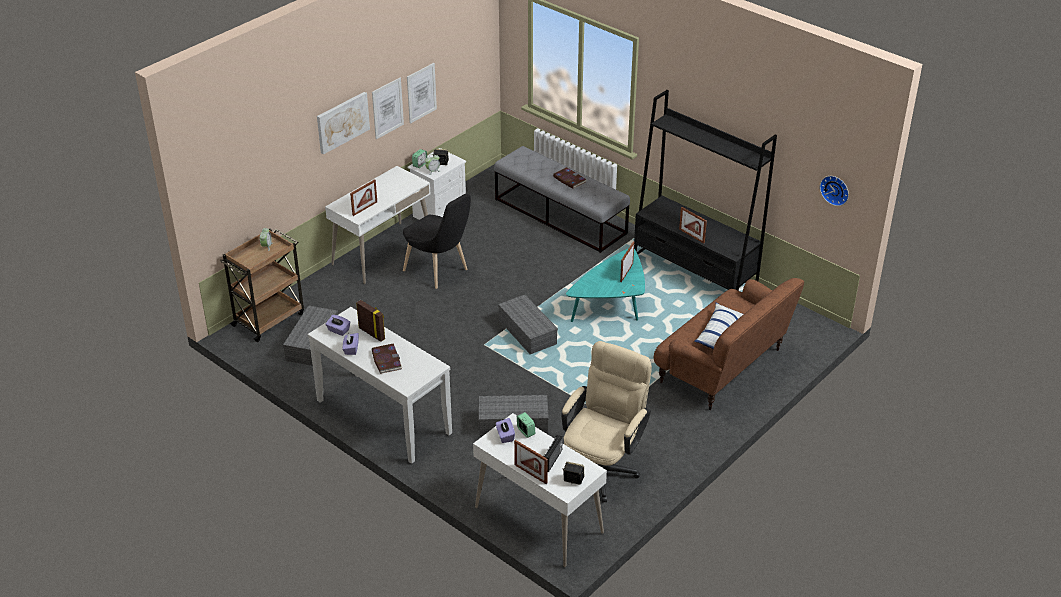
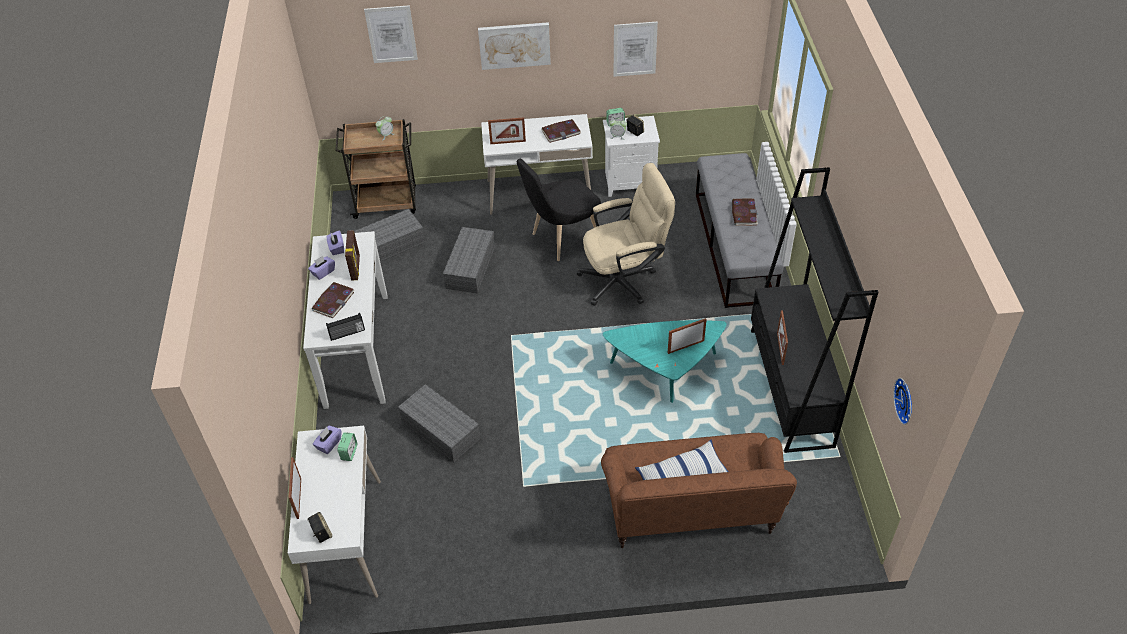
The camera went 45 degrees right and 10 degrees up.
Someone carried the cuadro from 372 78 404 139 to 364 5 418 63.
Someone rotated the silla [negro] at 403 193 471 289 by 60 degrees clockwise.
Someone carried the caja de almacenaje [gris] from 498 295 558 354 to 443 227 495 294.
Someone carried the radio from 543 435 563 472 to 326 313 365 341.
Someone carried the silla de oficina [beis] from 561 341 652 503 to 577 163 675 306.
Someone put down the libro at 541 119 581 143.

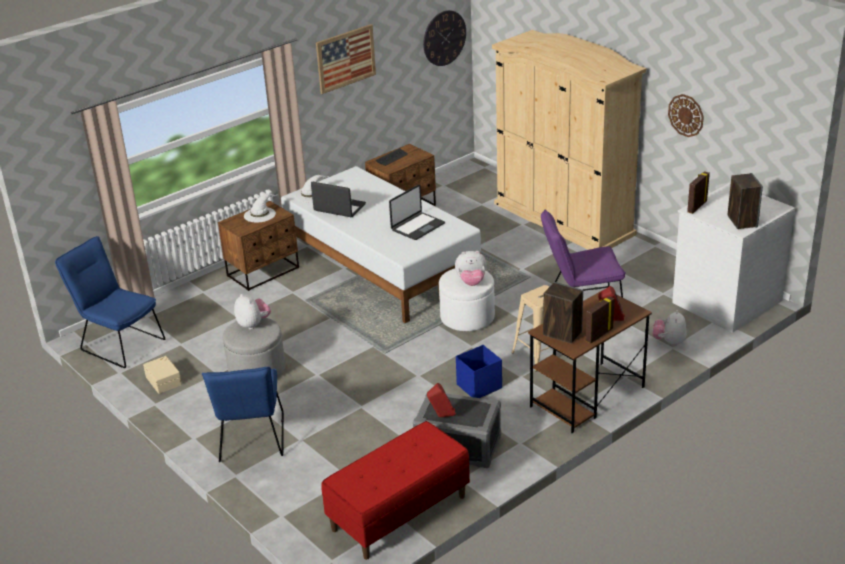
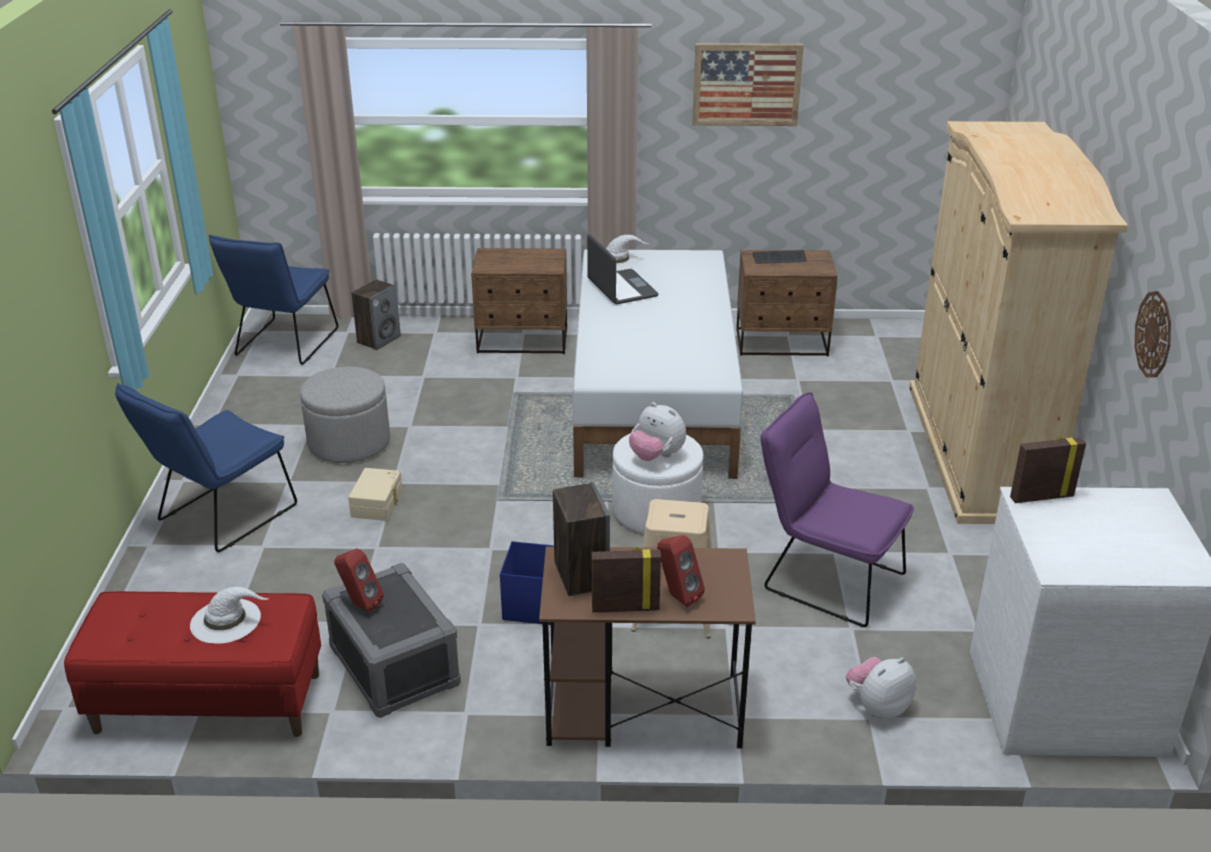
The camera went 40 degrees right and 0 degrees up.
Someone rotated the silla [azul] at 55 236 165 368 by 150 degrees counterclockwise.
Someone carried the caja de almacenaje [beis] from 143 356 182 394 to 348 468 403 521.
Someone took away the peluche at 234 294 271 330.
Someone carried the sombrero [blanco] from 244 194 277 223 to 190 587 269 644.
Someone took away the portátil at 389 185 445 240.
Someone took away the reloj de pared at 423 10 466 66.
Someone carried the altavoz from 727 173 763 229 to 351 279 401 350.

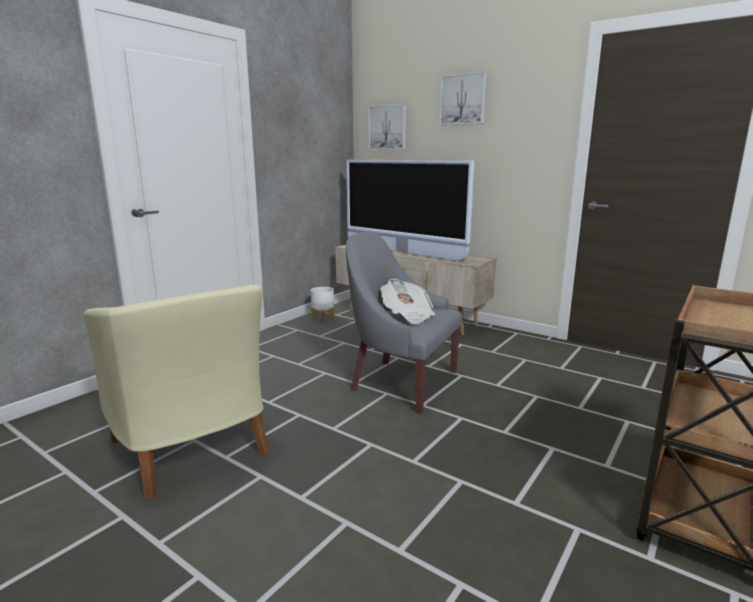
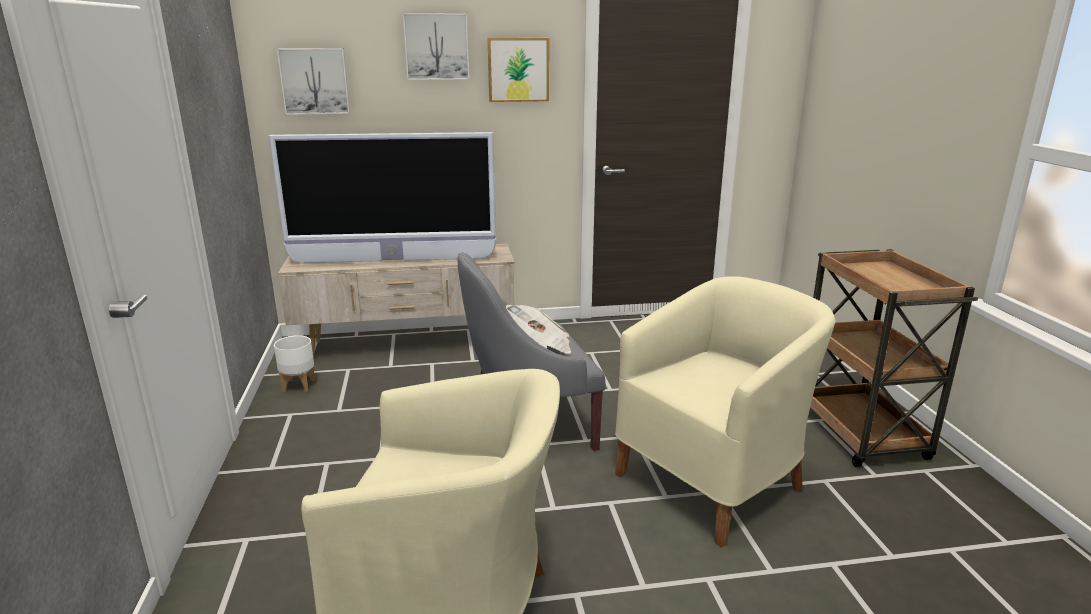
The camera went 45 degrees left and 5 degrees up.
Someone put up the cuadro at 487 38 549 102.
Someone put down the sillón [beis] at 615 276 835 547.

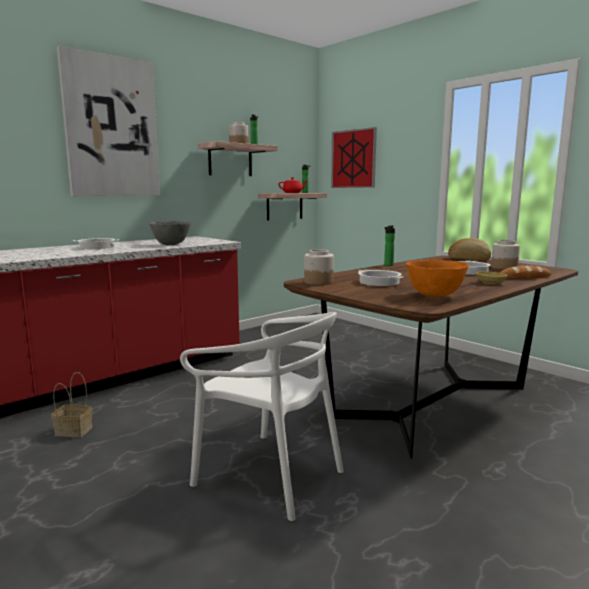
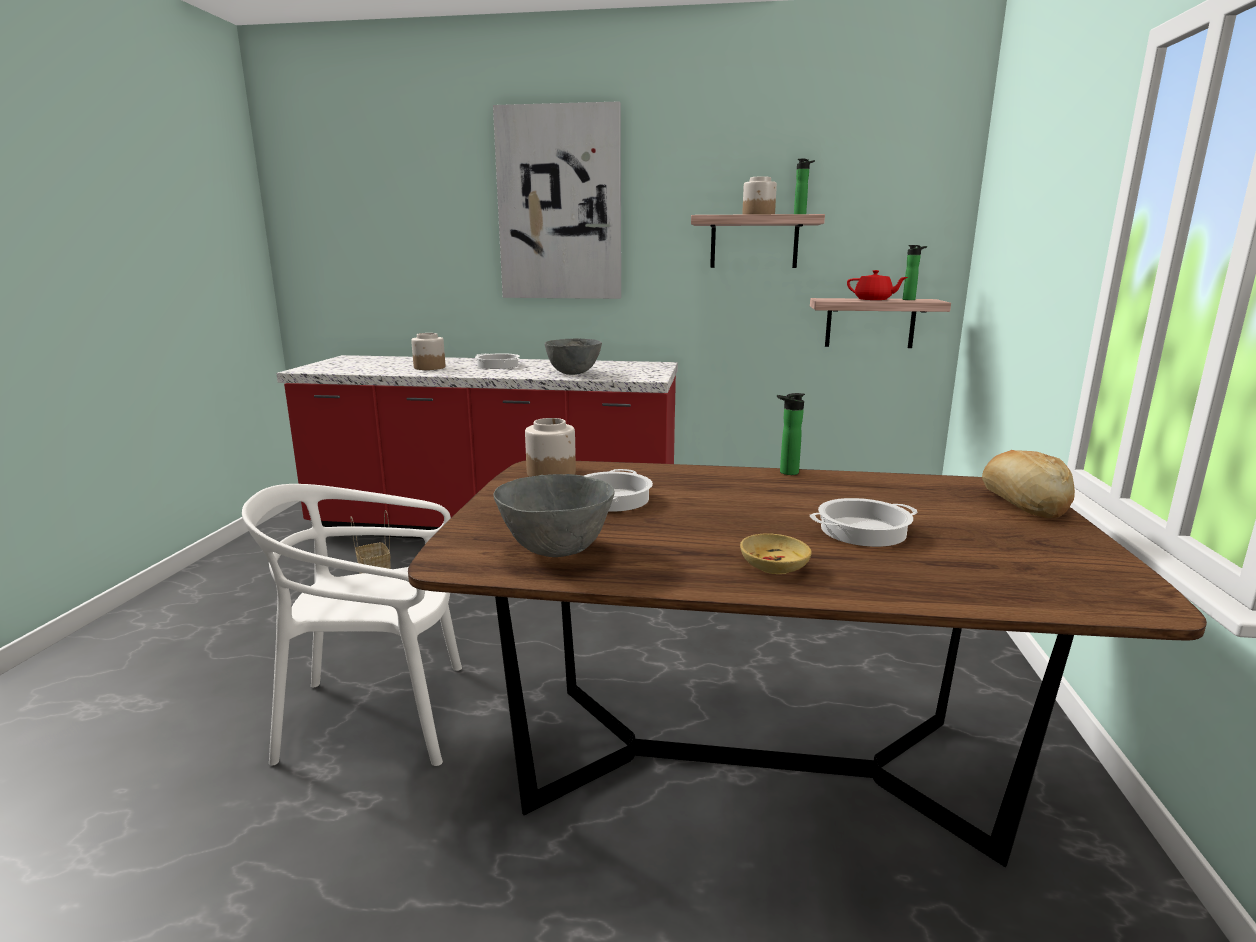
The camera went 50 degrees right and 5 degrees up.
Someone rotated the silla [blanco] at 180 312 344 521 by 90 degrees clockwise.
Someone took away the cuadro at 331 127 377 188.
Someone repainted the cuenco [naranja] at 406 260 469 297, which became the cuenco [gris] at 493 474 615 557.
Someone carried the tarro from 491 240 520 270 to 411 333 445 370.
Someone took away the pan at 500 265 551 279.

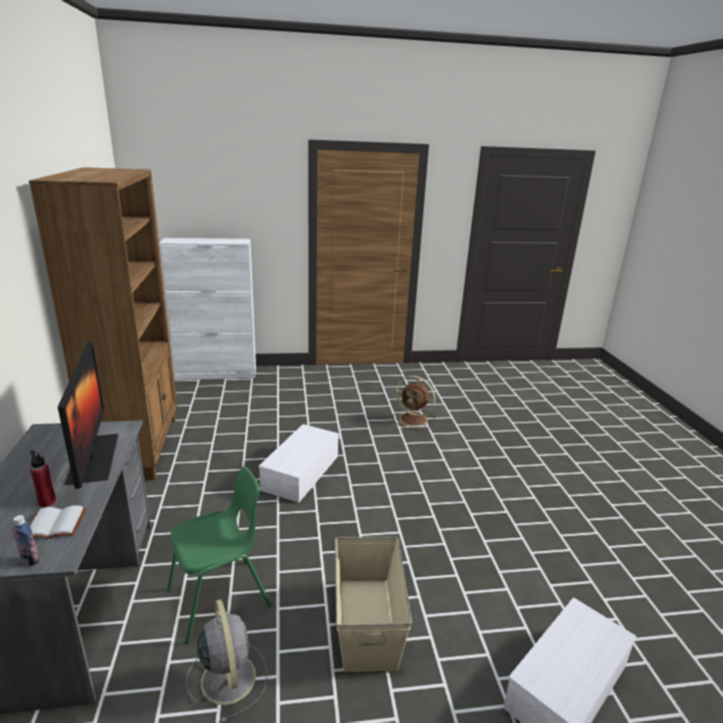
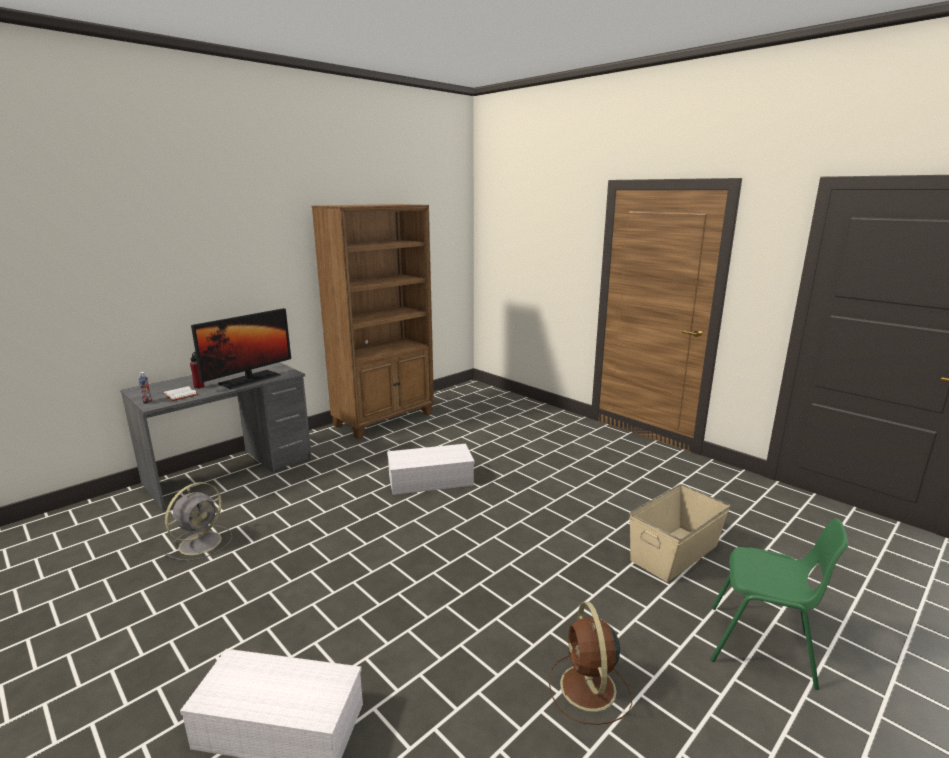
The camera went 55 degrees right and 5 degrees down.
Someone took away the armario [blanco] at 159 238 256 380.
Someone carried the silla [verde] from 167 466 271 644 to 711 518 849 690.
Someone carried the caja de almacenaje [beis] from 335 537 412 672 to 629 484 730 582.
Someone carried the ventilador [marrón] from 393 376 436 430 to 549 602 632 725.

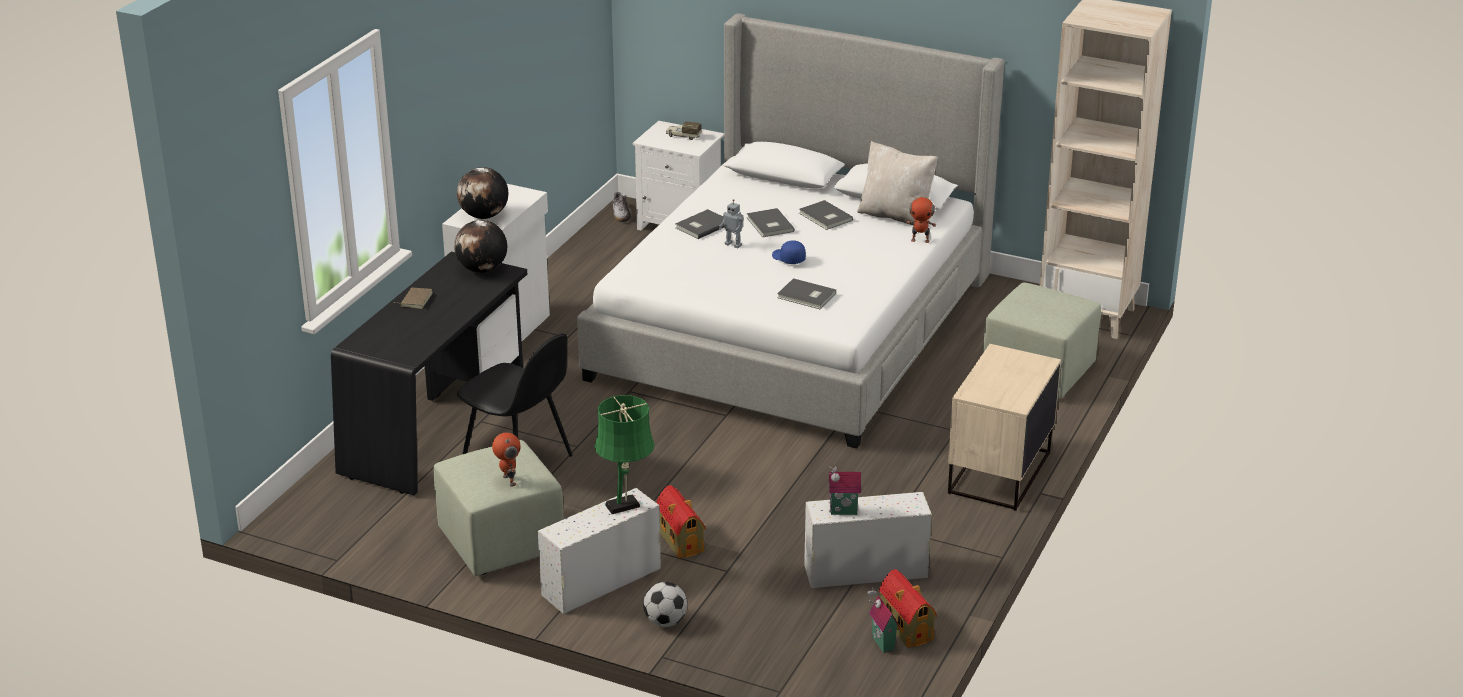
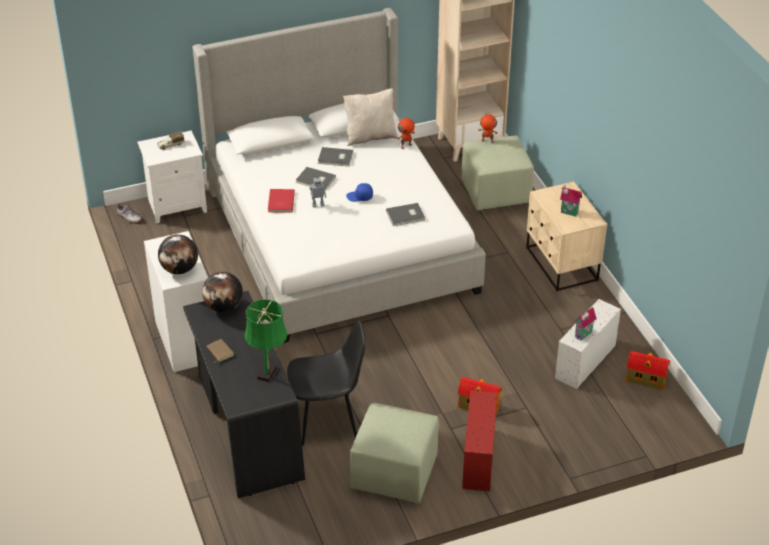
The camera went 45 degrees left and 10 degrees up.
Someone carried the robot de juguete from 492 433 521 487 to 478 114 498 143.
Someone repainted the caja de almacenaje [blanco] at 538 488 661 614, which became the caja de almacenaje [rojo] at 462 390 497 491.
Someone carried the lámpara de mesa [verde] from 594 395 655 514 to 244 299 288 382.
Someone took away the balón de fútbol at 643 582 687 627.
Someone repainted the libro [gris] at 675 209 724 239, which became the libro [rojo] at 268 189 295 212.
Someone carried the casita from 867 588 900 653 to 560 185 582 217.

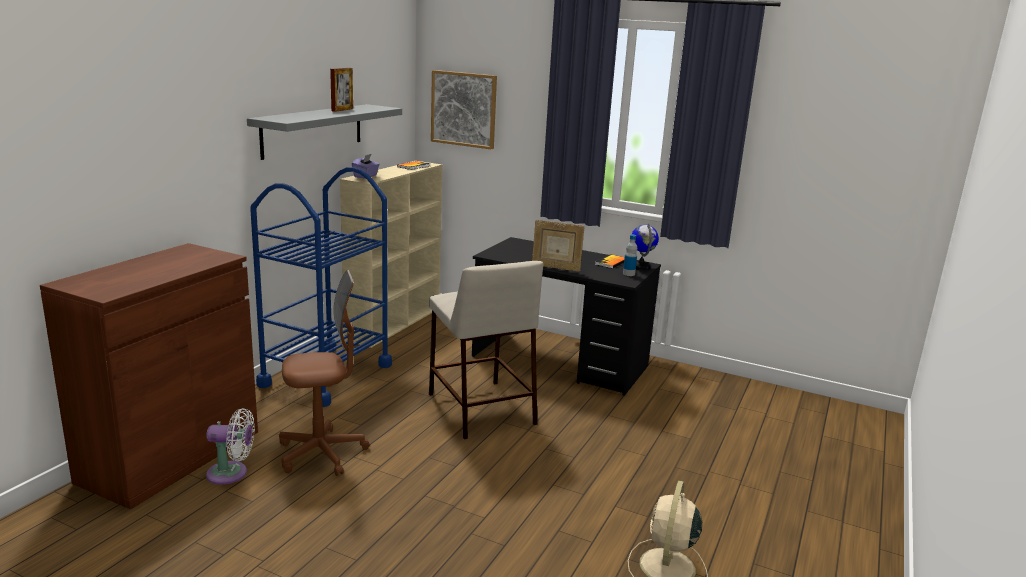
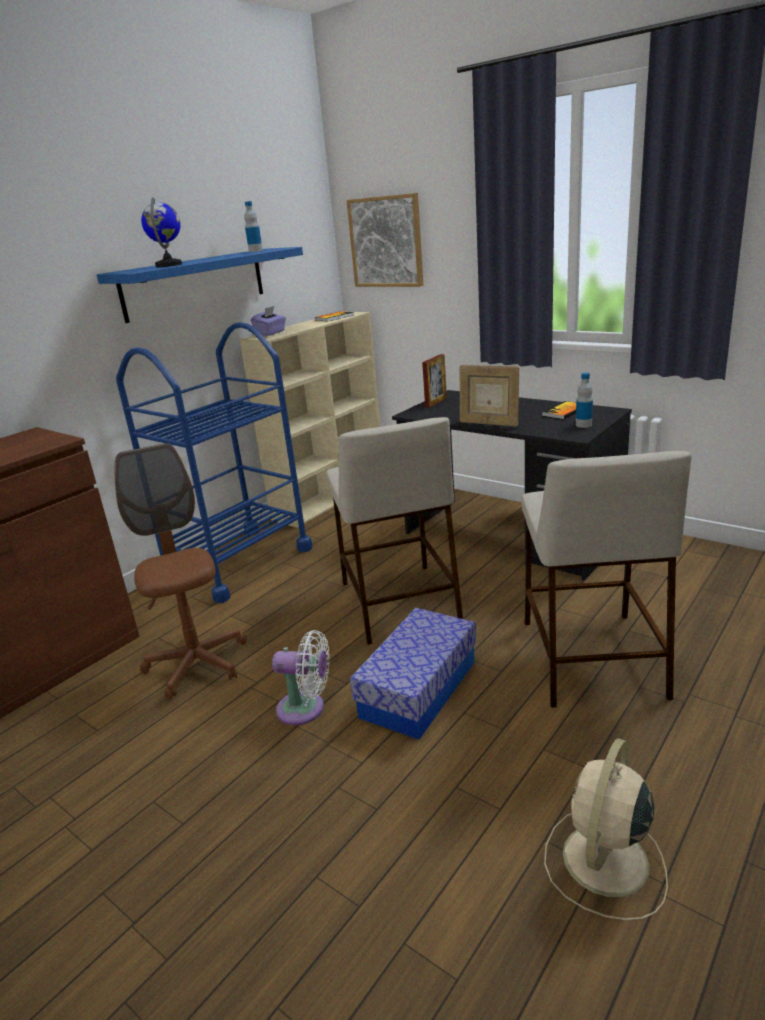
The camera went 15 degrees right and 5 degrees up.
Someone carried the ventilador [blanco] from 206 408 255 485 to 272 630 330 725.
Someone repainted the estante [gris] at 247 104 402 160, which became the estante [azul] at 97 247 303 323.
Someone rotated the silla de oficina [marrón] at 279 270 369 476 by 105 degrees counterclockwise.
Someone carried the portarretratos from 330 68 353 112 to 422 354 447 408.
Someone carried the globo terráqueo from 631 223 659 270 to 141 197 182 267.
Someone put down the botella at 244 201 263 252.
Someone put down the caja de almacenaje at 350 608 476 740.
Someone put down the taburete [beis] at 522 451 692 708.

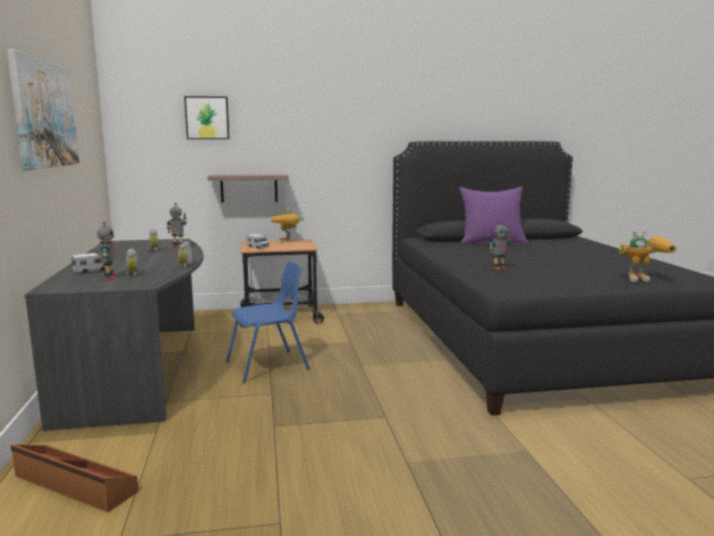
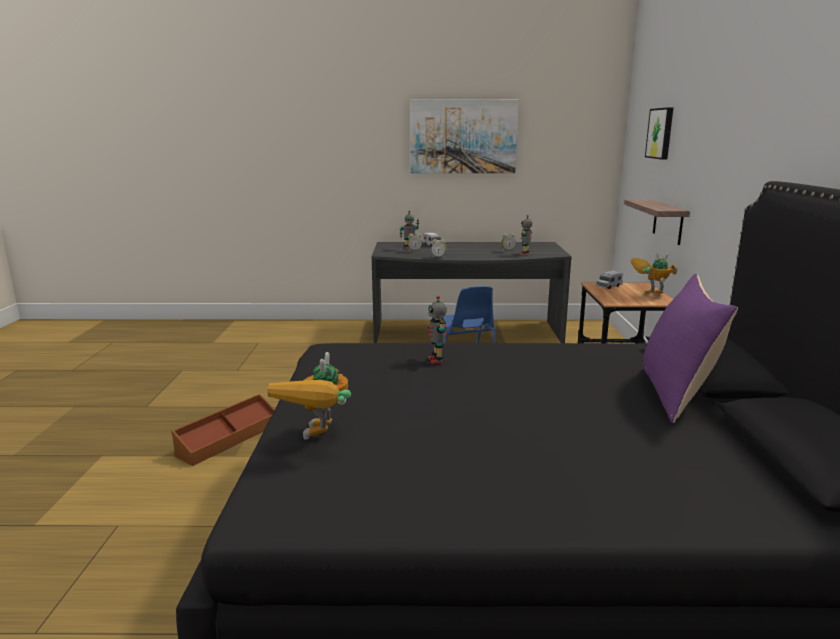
The camera went 100 degrees right and 5 degrees up.
Someone carried the caja de almacenaje [marrón] from 11 445 138 512 to 172 394 275 466.

